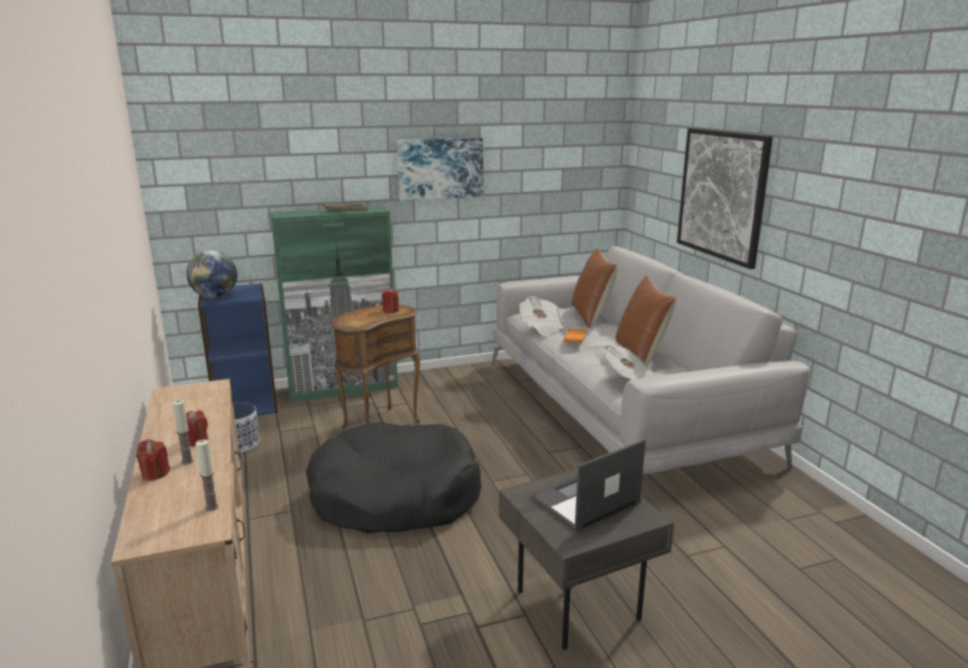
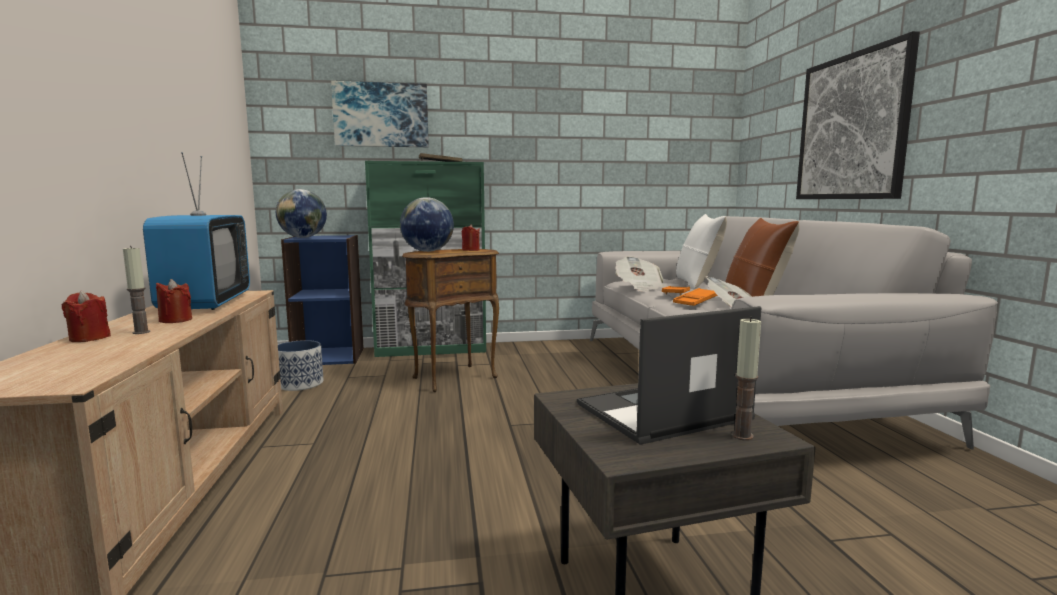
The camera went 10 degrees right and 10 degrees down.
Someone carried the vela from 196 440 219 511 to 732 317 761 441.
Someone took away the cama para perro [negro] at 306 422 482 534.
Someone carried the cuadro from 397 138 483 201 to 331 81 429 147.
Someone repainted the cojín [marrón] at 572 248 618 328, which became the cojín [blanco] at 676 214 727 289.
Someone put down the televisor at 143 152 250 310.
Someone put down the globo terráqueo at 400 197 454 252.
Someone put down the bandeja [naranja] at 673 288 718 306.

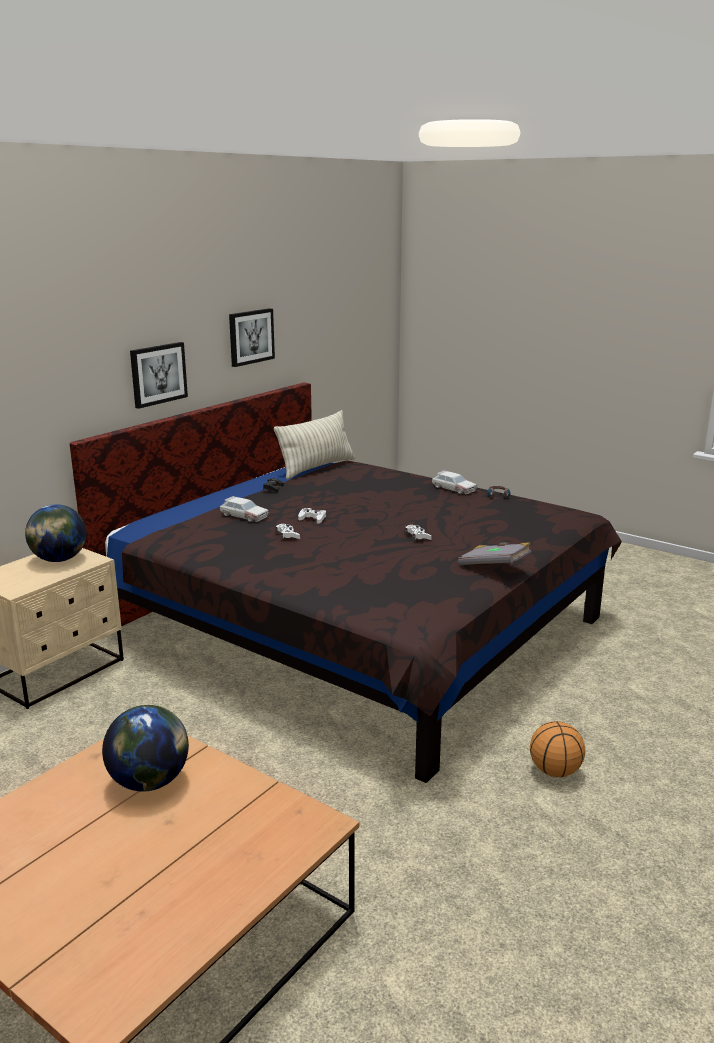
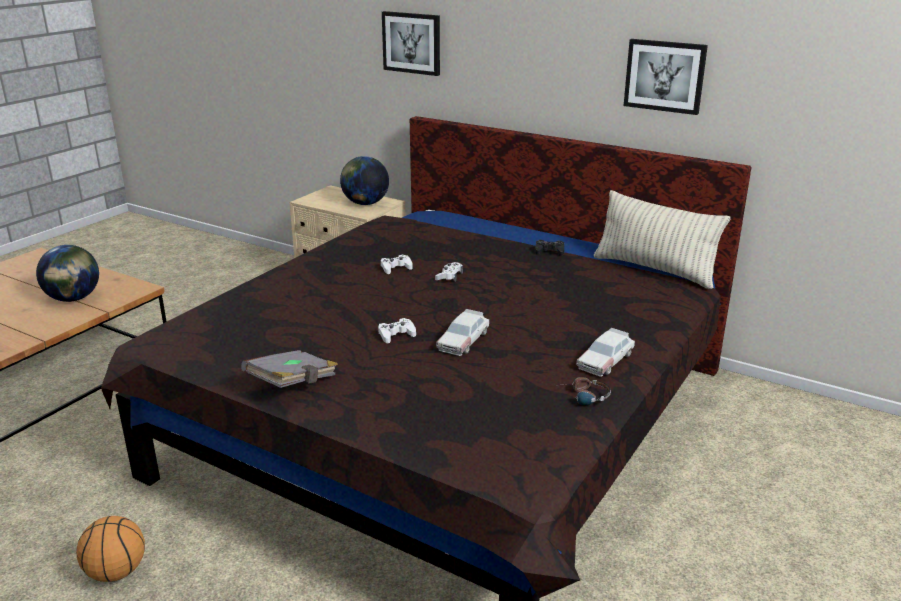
The camera went 85 degrees right and 5 degrees up.
Someone carried the cuadro from 130 342 188 409 to 382 11 440 76.
Someone carried the coche de juguete from 220 496 269 522 to 436 309 489 356.

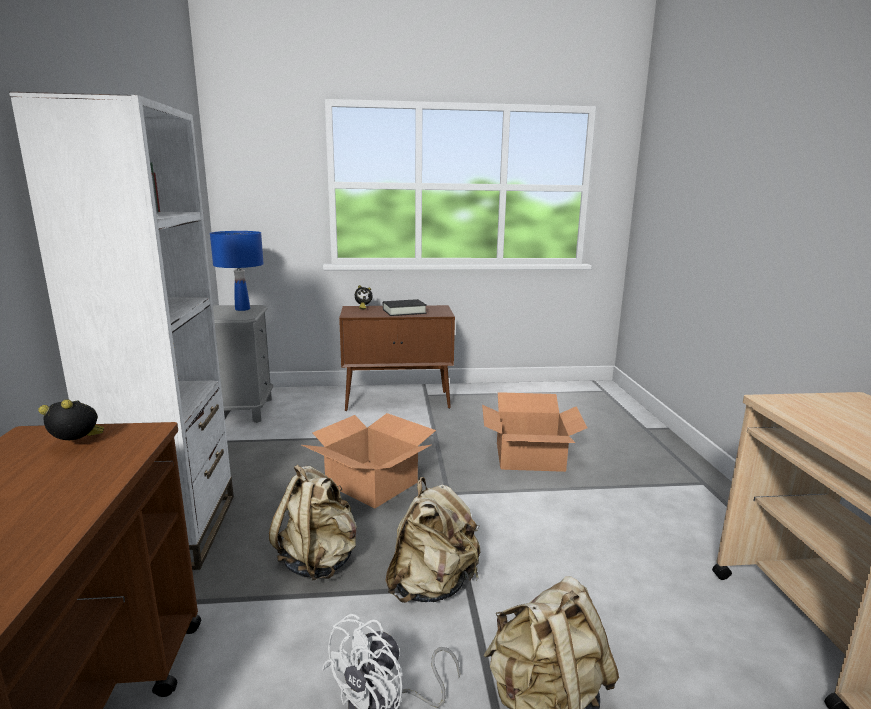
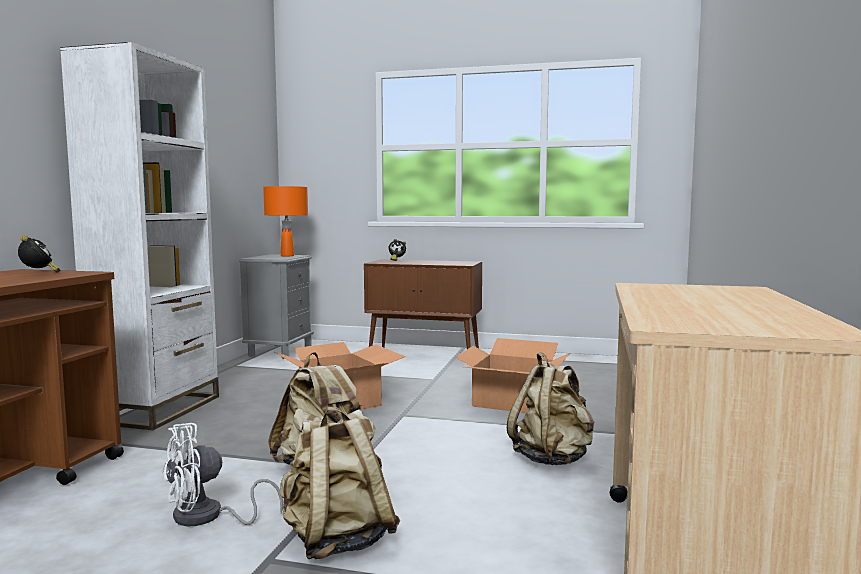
The camera went 20 degrees right and 10 degrees down.
Someone rotated the despertador at 38 399 104 440 by 45 degrees clockwise.
Someone repainted the lámpara de mesa [azul] at 210 231 264 311, which became the lámpara de mesa [naranja] at 263 186 308 256.
Someone carried the mochila [beis] from 269 464 357 581 to 507 352 595 465.
Someone took away the libro [negro] at 383 299 427 316.

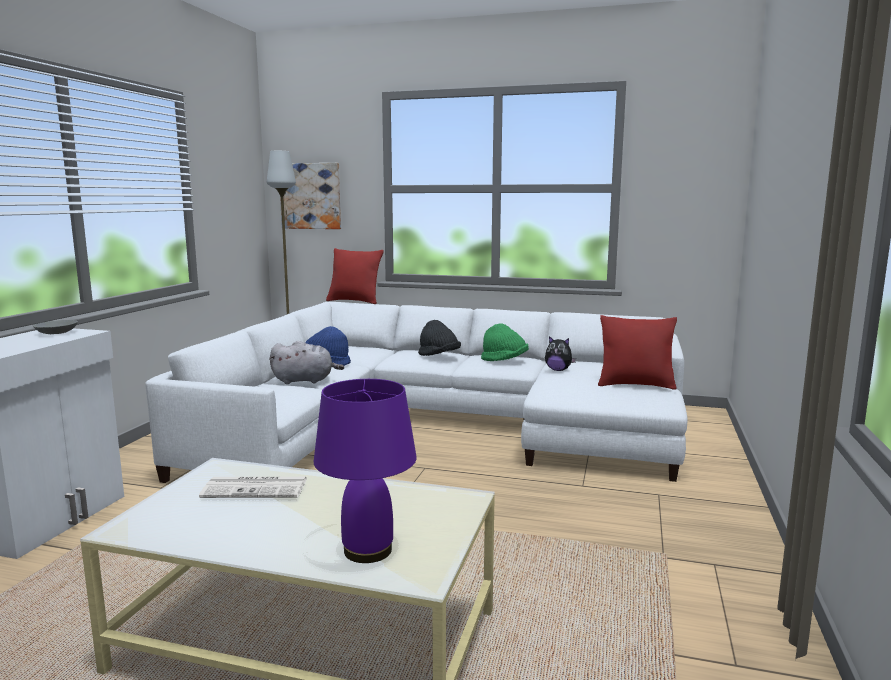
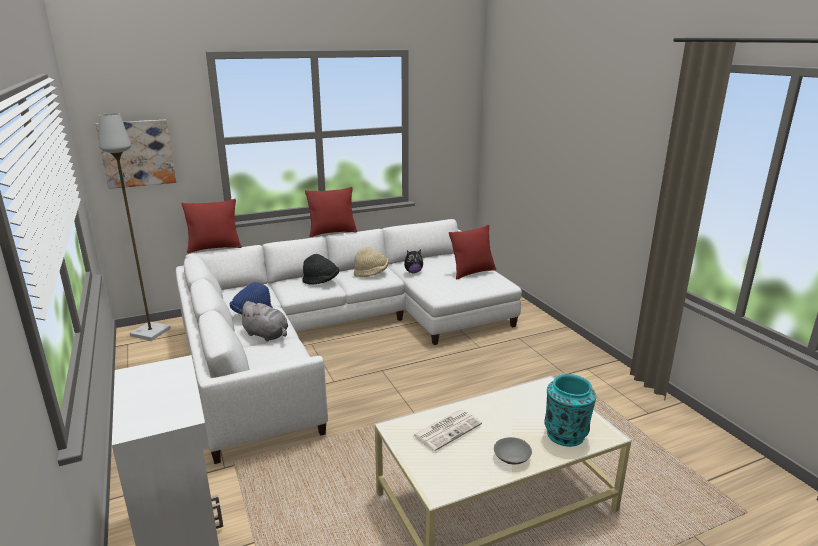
The camera went 40 degrees left and 10 degrees up.
Someone carried the cuenco [gris] from 33 320 78 334 to 494 437 532 465.
Someone rotated the peluche [gris] at 269 341 344 384 by 75 degrees clockwise.
Someone swapped the lámpara de mesa [morado] at 314 379 417 563 for the florero [turquesa] at 544 374 596 447.
Someone repainted the sombrero [verde] at 481 324 529 361, which became the sombrero [beis] at 354 247 389 277.
Someone put down the cojín [rojo] at 305 187 357 237.

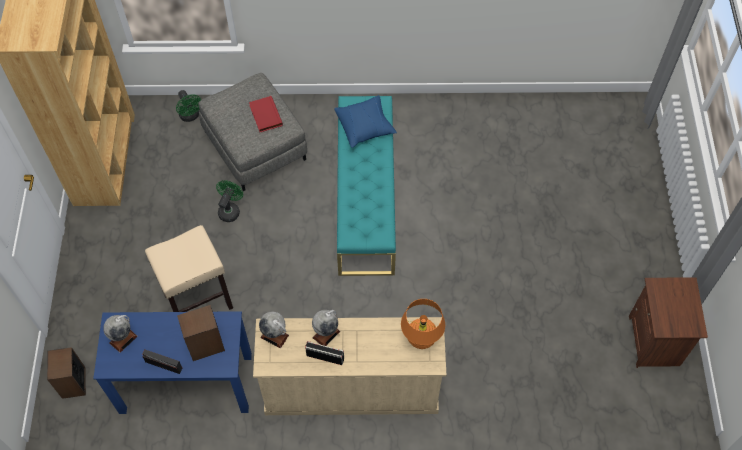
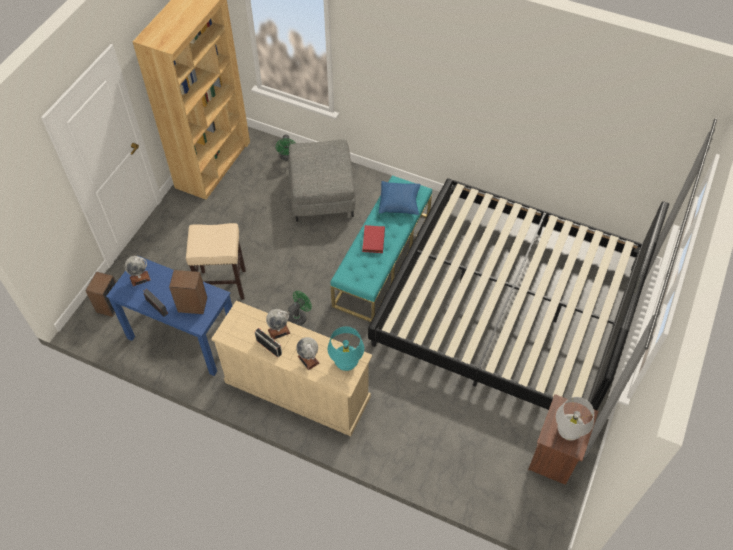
The camera went 25 degrees right and 5 degrees down.
Someone carried the ventilador [verde] from 216 180 243 222 to 288 291 312 326.
Someone carried the libro [rojo] from 249 96 283 132 to 362 225 385 253.
Someone carried the globo terráqueo from 259 312 289 348 to 296 337 320 370.
Someone repainted the lámpara de mesa [naranja] at 401 299 445 349, which became the lámpara de mesa [turquesa] at 328 326 364 371.
Someone put down the cama at 368 178 669 410.
Someone put down the lámpara de mesa [blanco] at 556 397 594 441.

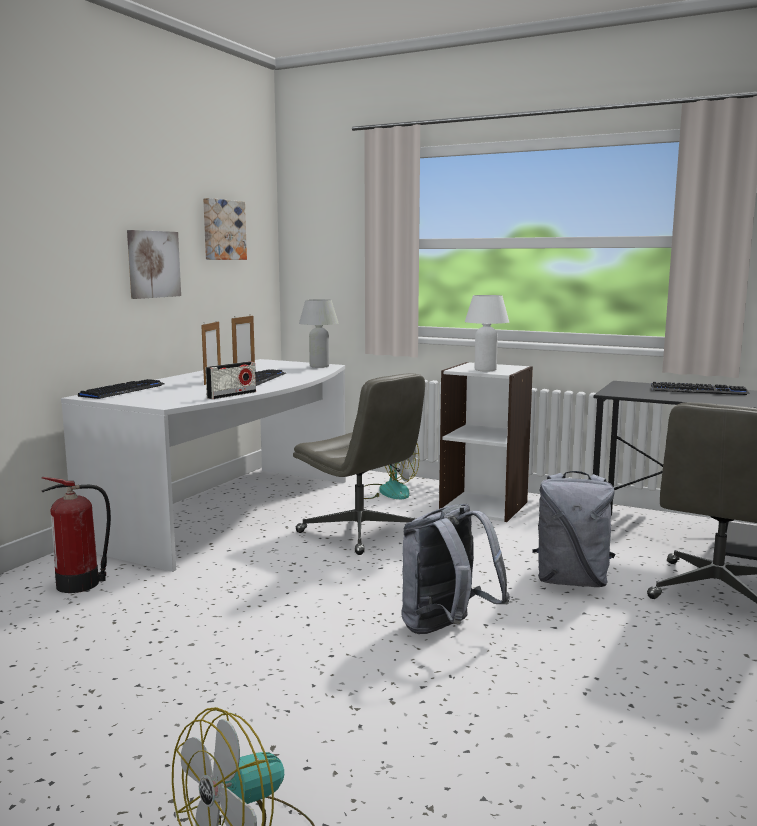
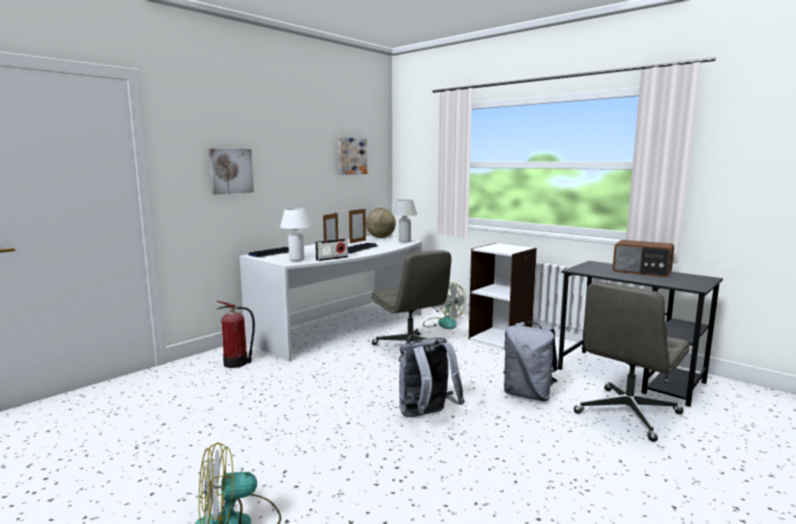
The camera went 15 degrees right and 0 degrees up.
Someone carried the cuadro from 127 230 181 299 to 209 148 254 194.
Someone carried the lámpara de mesa [blanco] from 465 295 509 372 to 280 208 311 261.
Someone swapped the teclado at 651 382 750 395 for the radio at 613 240 674 277.
Someone put down the globo terráqueo at 366 208 396 238.

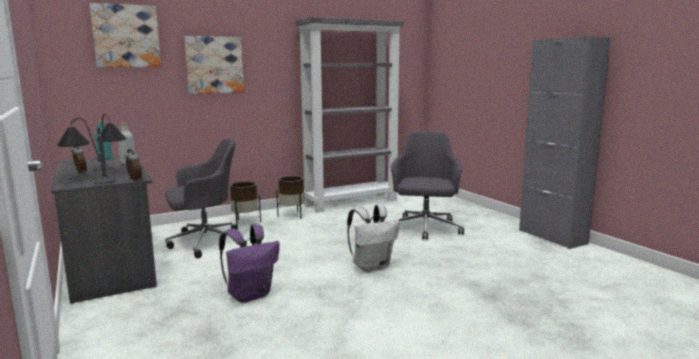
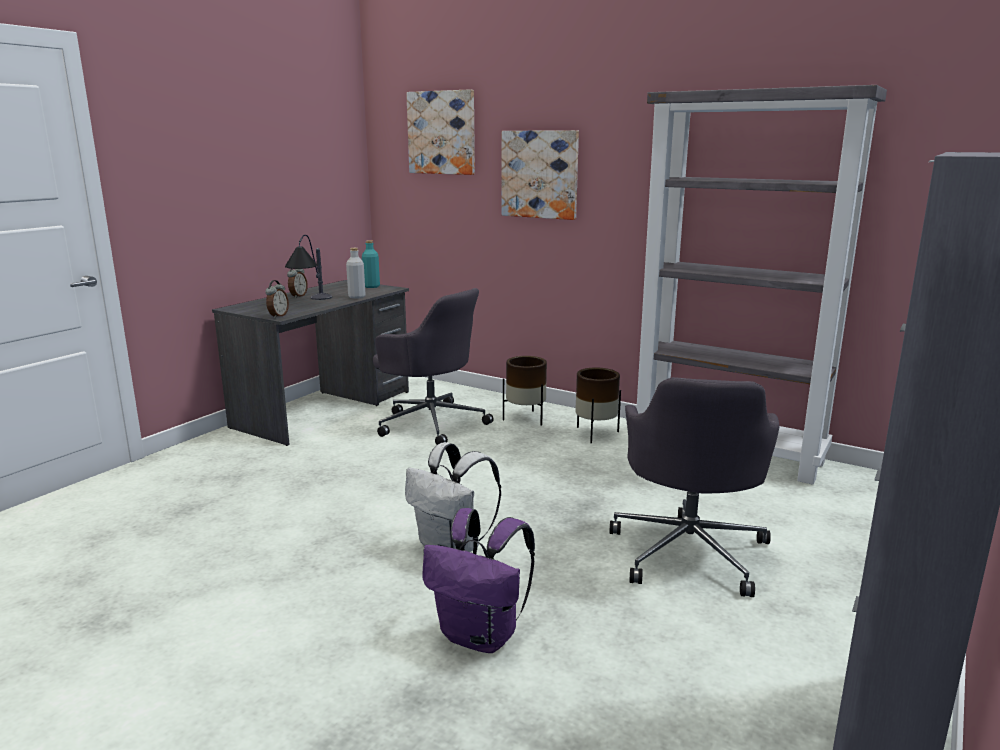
The camera went 60 degrees right and 5 degrees up.
Someone took away the lámpara de mesa at 57 118 117 184.
Someone carried the mochila [morado] from 219 224 280 303 to 422 508 535 653.
Someone rotated the silla de oficina [gris] at 391 131 464 240 by 120 degrees clockwise.

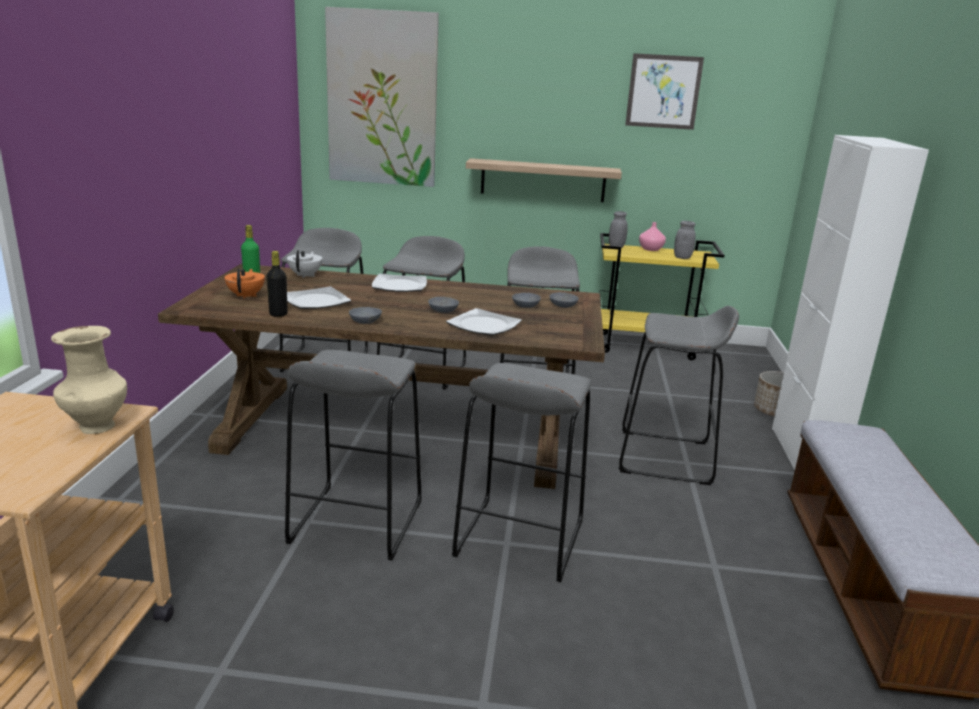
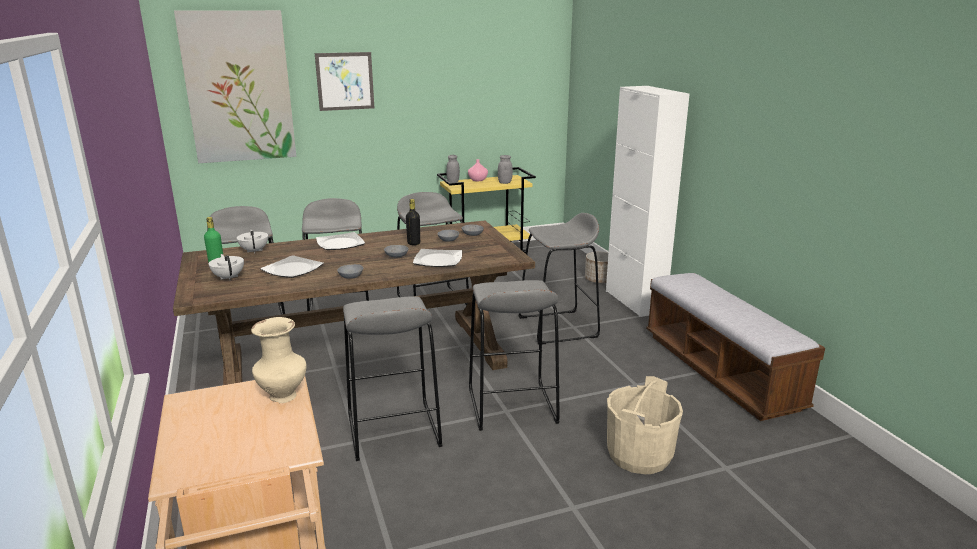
The camera went 25 degrees left and 0 degrees up.
Someone repainted the tetera [naranja] at 224 269 265 299, which became the tetera [blanco] at 209 254 244 281.
Someone carried the botella [negro] from 267 251 288 317 to 406 199 420 245.
Someone took away the estante at 466 158 622 202.
Someone carried the cuadro from 625 53 704 130 to 315 52 374 111.
Someone put down the cubo [beis] at 607 376 683 474.

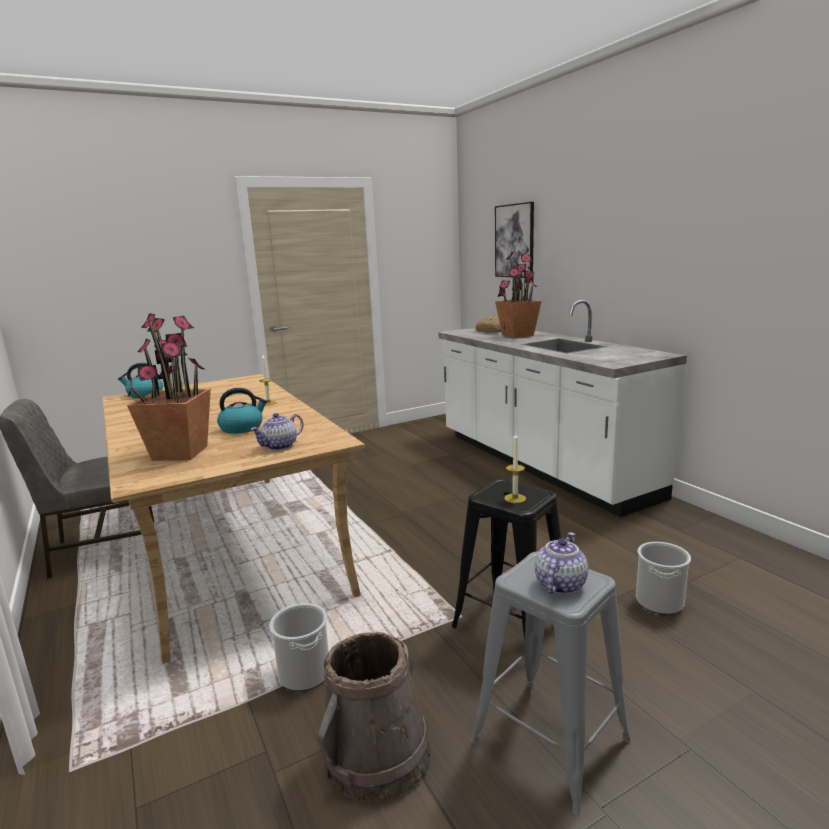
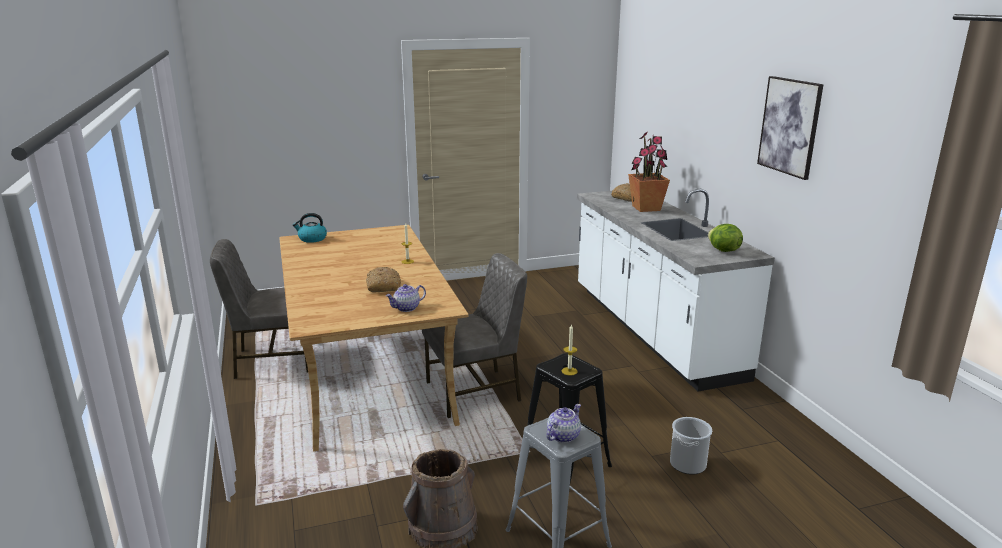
The camera went 10 degrees right and 5 degrees up.
Someone took away the planta en maceta at 127 313 211 461.
Someone swapped the hervidor at 217 388 267 434 for the pan at 366 267 401 292.
Someone took away the cubo at 269 603 329 691.
Someone carried the cuadro from 495 202 534 278 to 757 76 824 180.
Someone put down the silla [gris] at 422 253 527 418.
Someone put down the lechuga at 708 224 743 252.

